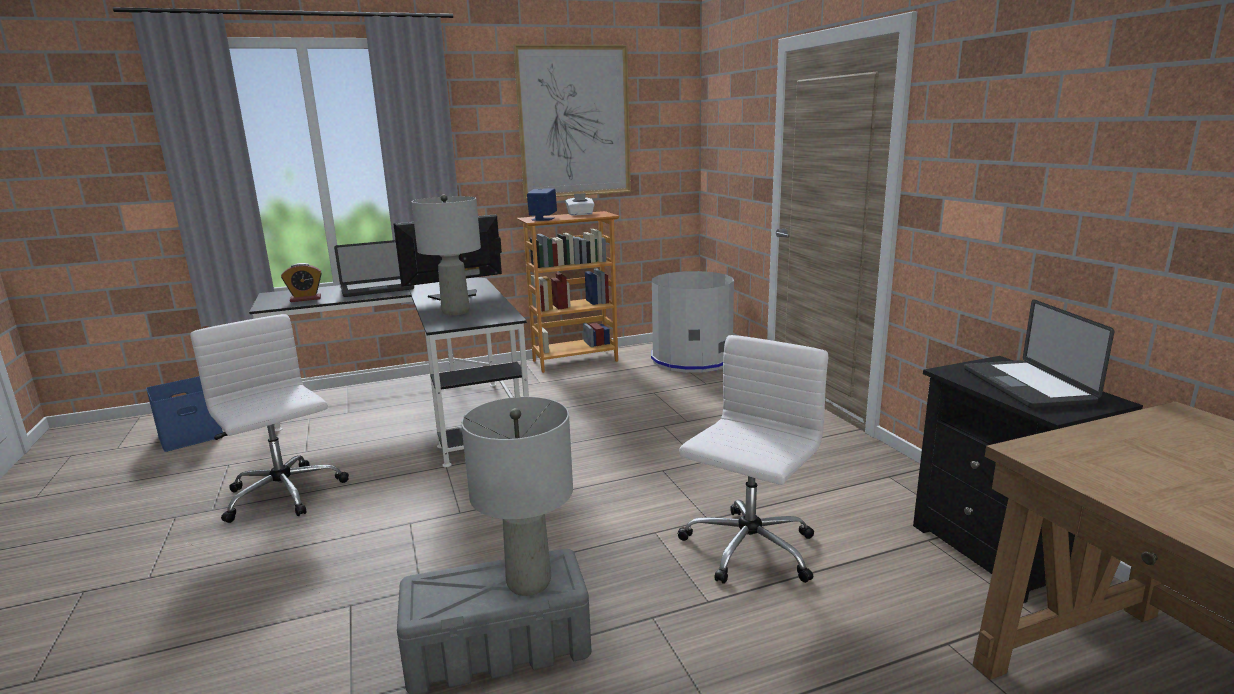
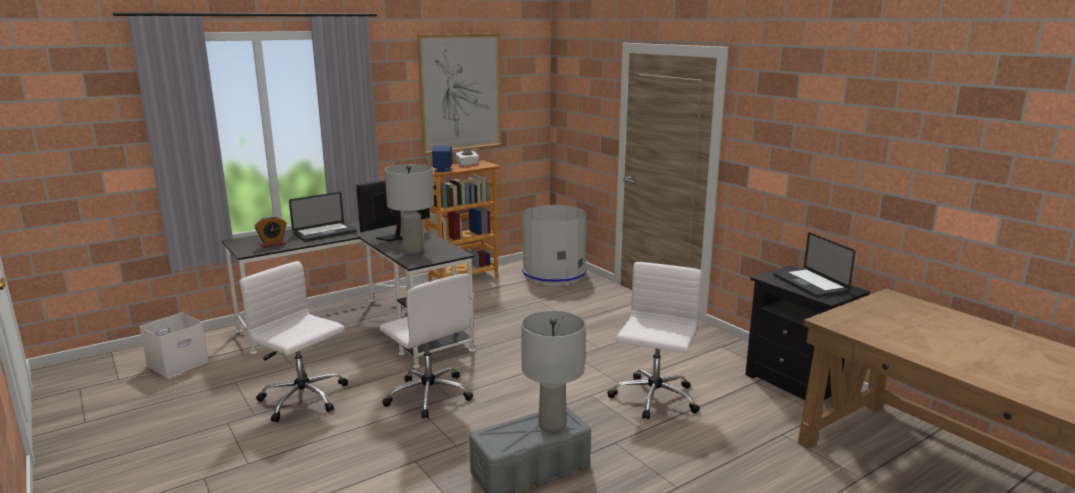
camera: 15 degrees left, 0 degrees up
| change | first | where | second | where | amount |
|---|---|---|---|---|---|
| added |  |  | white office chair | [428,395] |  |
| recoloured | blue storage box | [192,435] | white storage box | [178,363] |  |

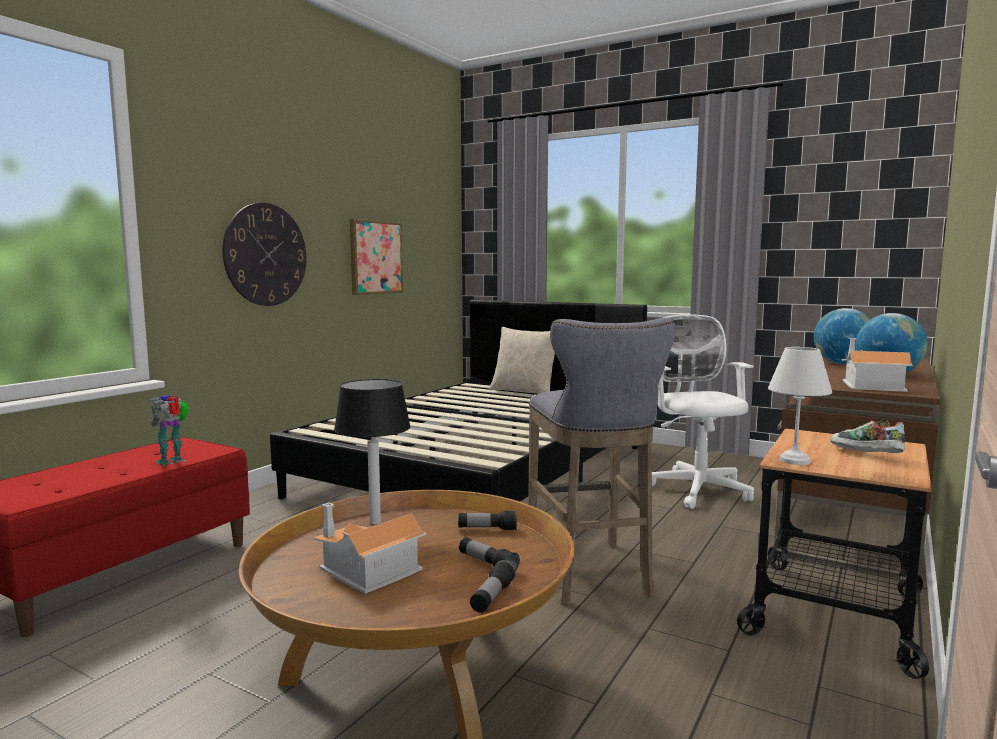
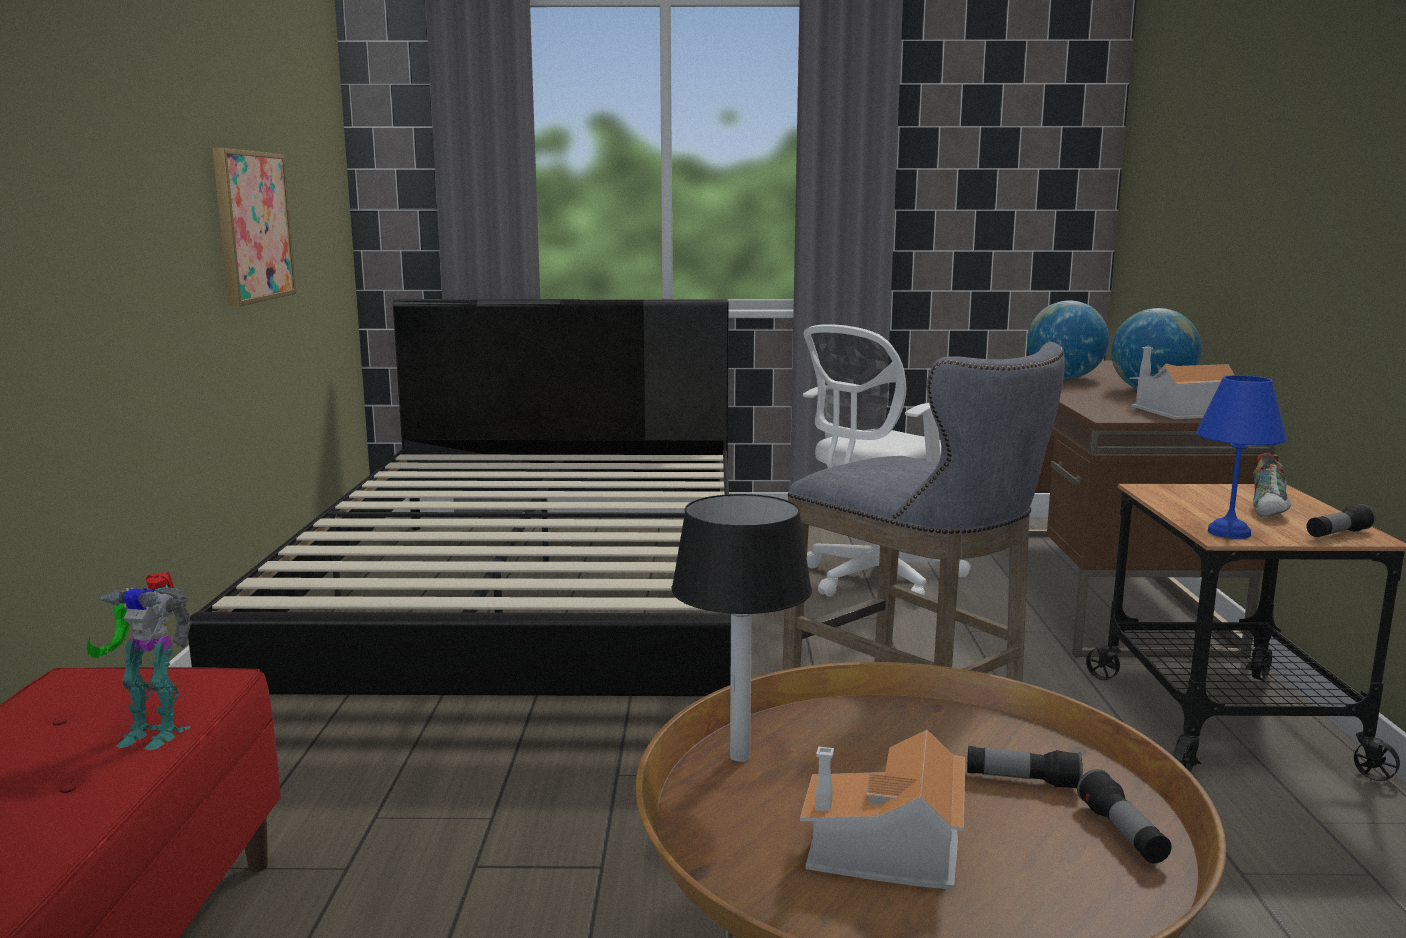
camera: 30 degrees left, 5 degrees up
| change | first | where | second | where | amount |
|---|---|---|---|---|---|
| removed | wall clock | [265,254] |  |  |  |
| removed | beige pillow | [524,392] |  |  |  |
| moved | flashlight | [487,529] |  | [1337,534] |  |
| recoloured | white table lamp | [793,460] | blue table lamp | [1227,533] |  |
| turned | toy robot | [173,462] |  | [154,732] | 90 degrees counterclockwise |
| turned | white office chair | [697,488] |  | [875,579] | 90 degrees counterclockwise |
| turned | shoe | [865,454] |  | [1270,510] | 90 degrees counterclockwise |

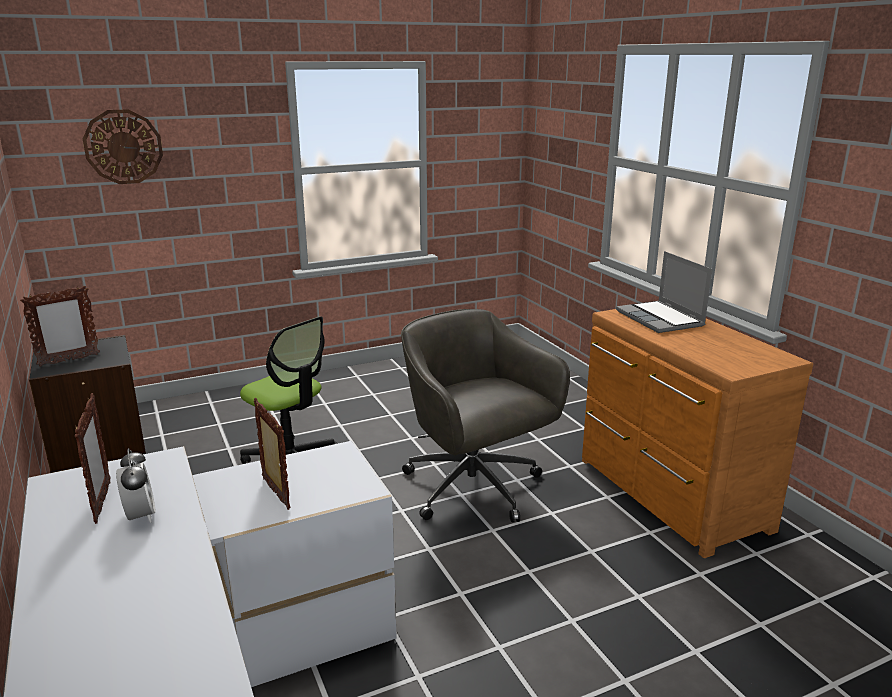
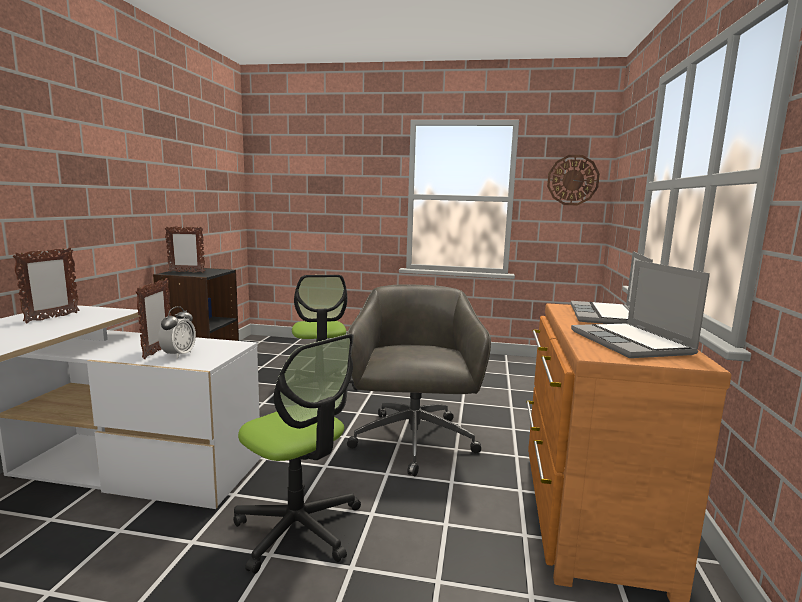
camera: 35 degrees right, 10 degrees down
| change | first | where | second | where | amount |
|---|---|---|---|---|---|
| added |  |  | office chair | [298,528] |  |
| added |  |  | laptop | [632,343] |  |
| moved | wall clock | [123,147] |  | [572,180] |  |
| moved | alarm clock | [140,516] |  | [178,355] |  |

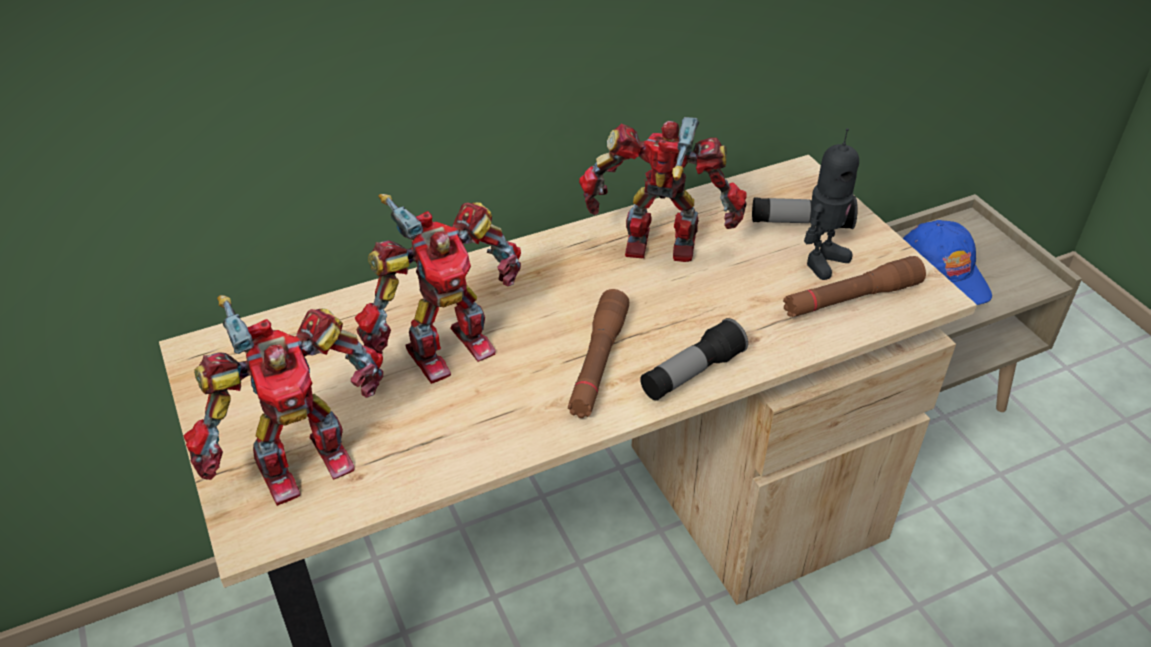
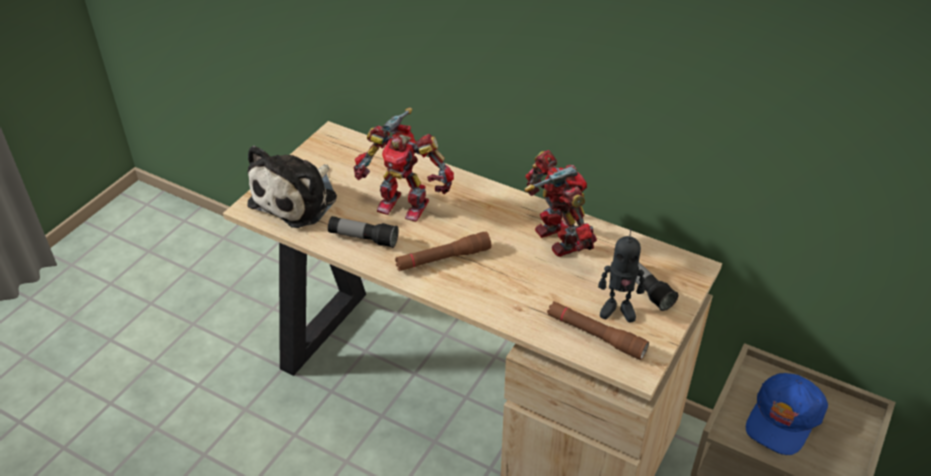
camera: 55 degrees right, 0 degrees up
| change | first | where | second | where | amount |
|---|---|---|---|---|---|
| moved | flashlight | [691,373] |  | [363,238] |  |
| replaced | toy robot | [301,461] | plush toy | [297,199] |  |

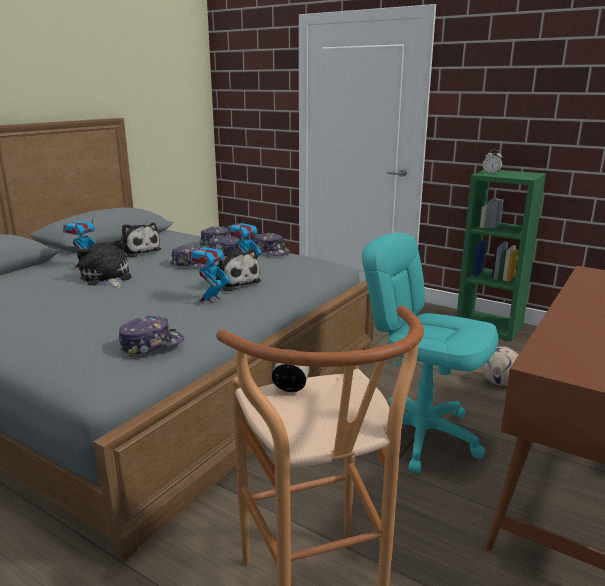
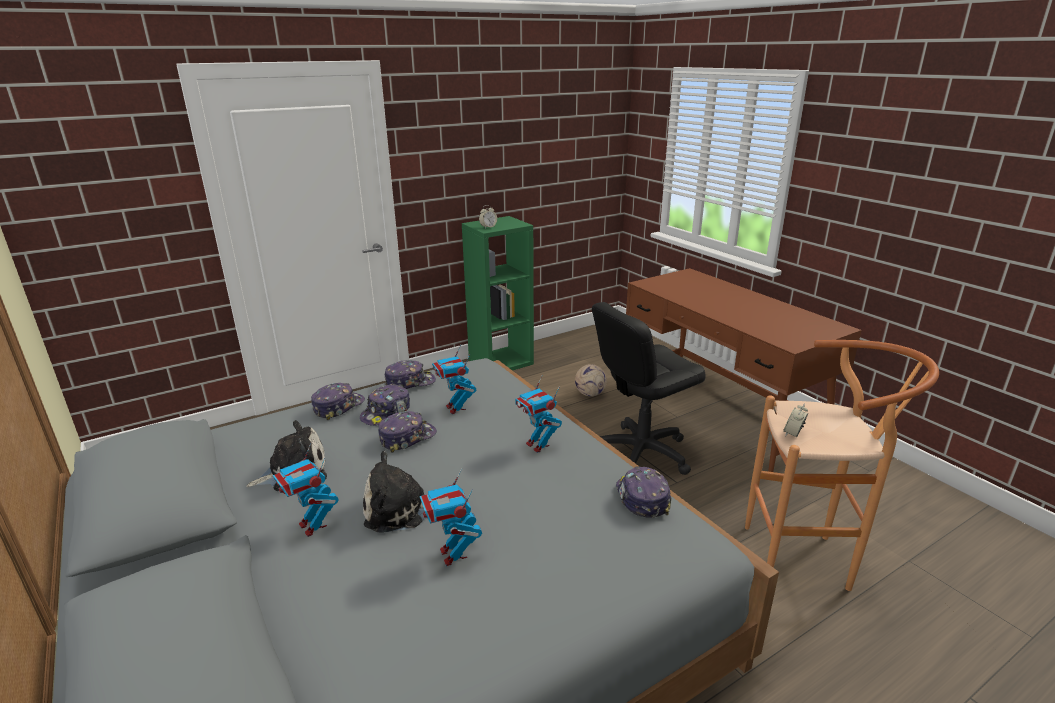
camera: 65 degrees left, 5 degrees up
| change | first | where | second | where | amount |
|---|---|---|---|---|---|
| removed | plush toy | [233,282] |  |  |  |
| added |  |  | toy robot | [453,554] |  |
| recoloured | turquoise office chair | [421,435] | black office chair | [641,453] |  |

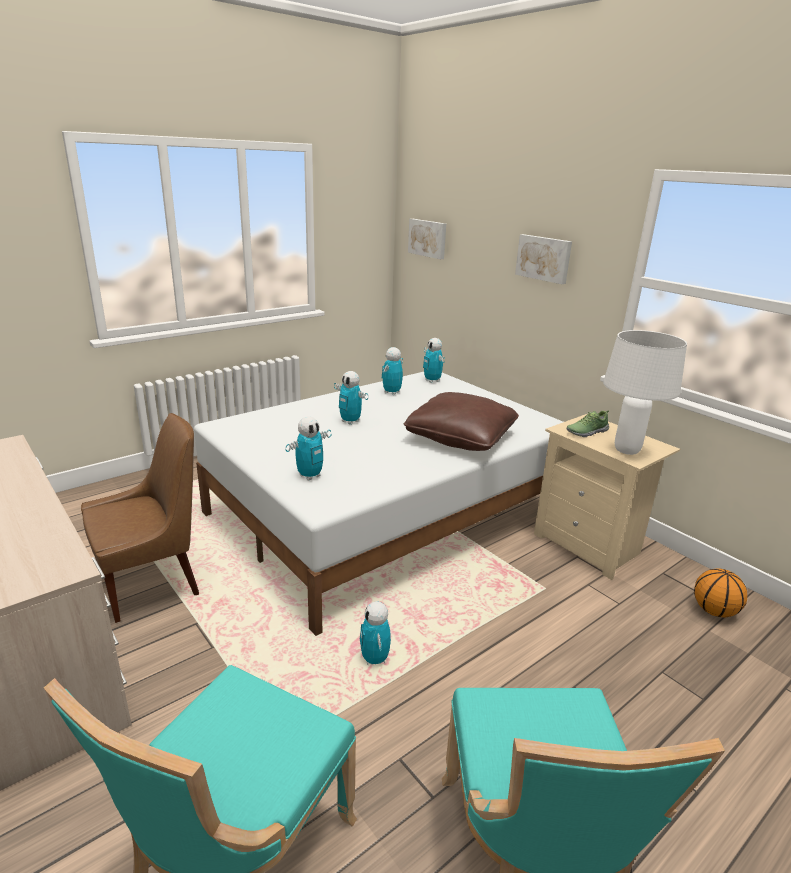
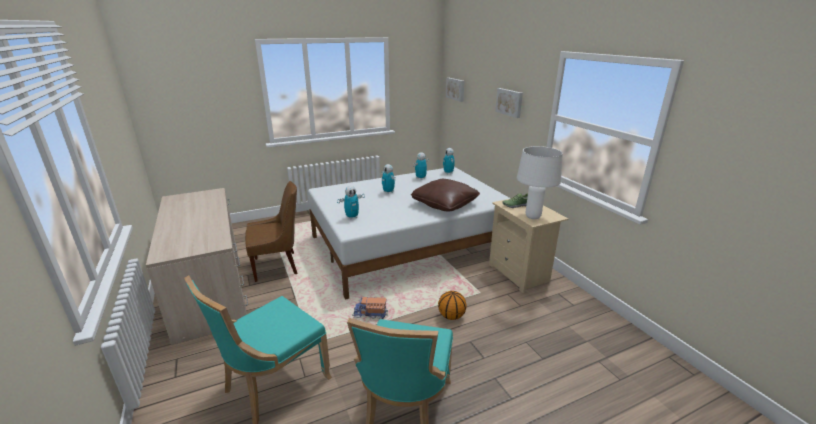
camera: 15 degrees right, 0 degrees up
| change | first | where | second | where | amount |
|---|---|---|---|---|---|
| moved | basketball | [714,610] |  | [451,316] |  |
| replaced | toy robot | [374,659] | toy truck | [370,314] |  |

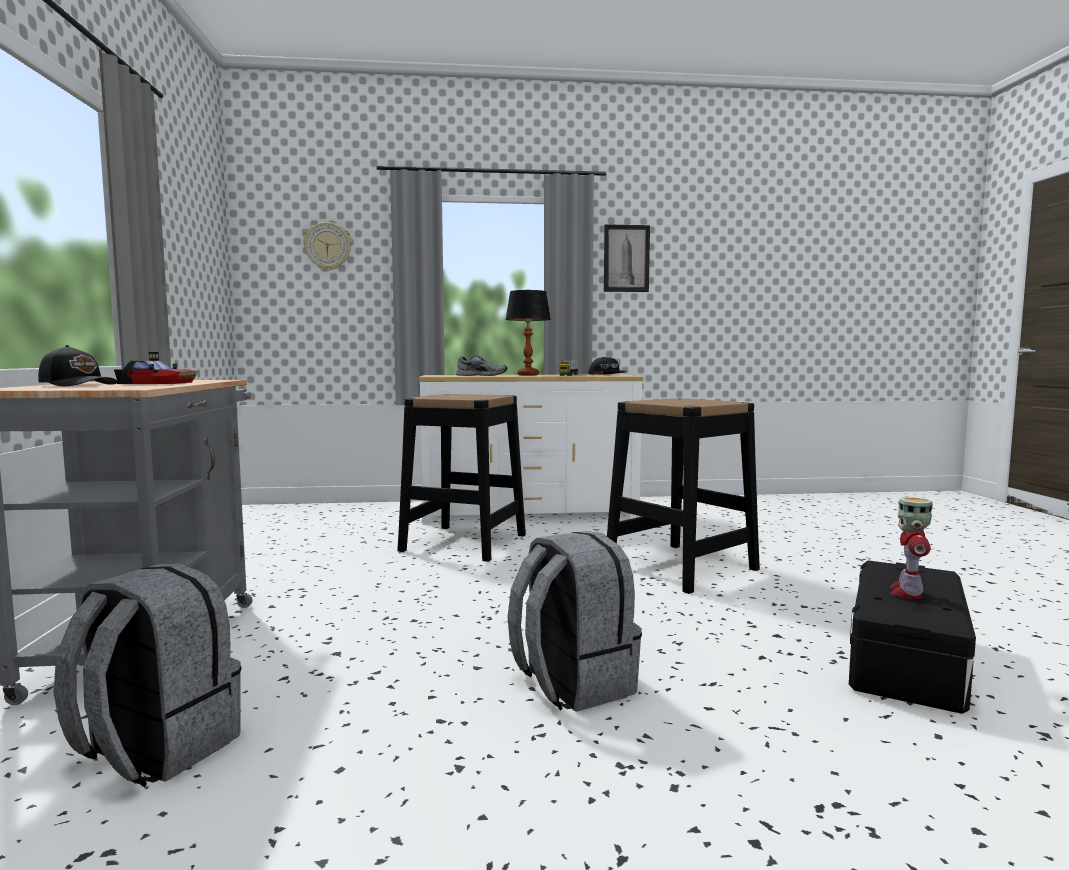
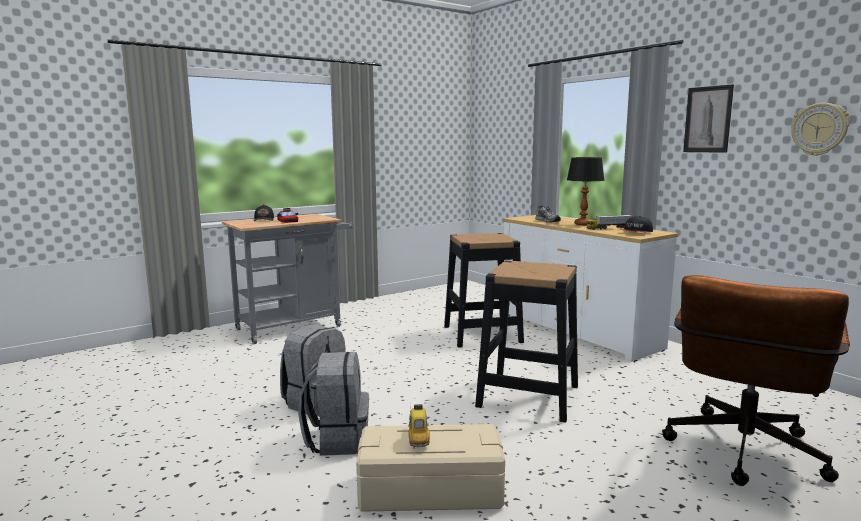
camera: 60 degrees right, 5 degrees up
| change | first | where | second | where | amount |
|---|---|---|---|---|---|
| added |  |  | brown office chair | [742,455] |  |
| moved | grey backpack | [154,750] |  | [337,440] |  |
| moved | wall clock | [328,246] |  | [819,129] |  |
| replaced | toy robot | [907,592] | toy car | [418,437] |  |
| recoloured | black storage box | [908,662] | beige storage box | [429,491] |  |

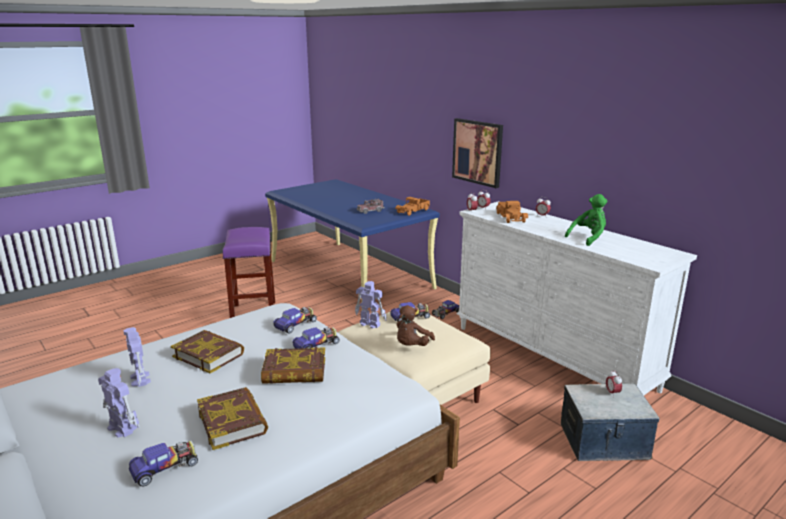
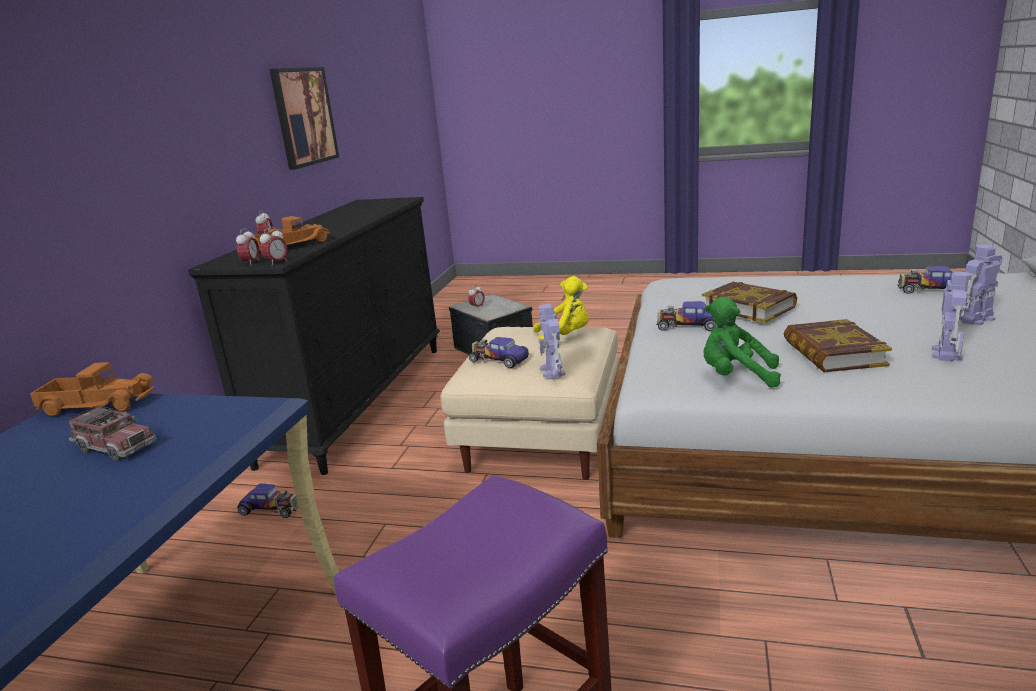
camera: 125 degrees left, 0 degrees up
| change | first | where | second | where | amount |
|---|---|---|---|---|---|
| removed | book | [233,422] |  |  |  |
| removed | toy car | [295,324] |  |  |  |
| moved | picture | [477,152] |  | [304,117] |  |
| moved | green plush toy | [588,238] |  | [736,377] |  |
| recoloured | brown plush toy | [412,346] | yellow plush toy | [565,337] |  |
| recoloured | white dresser | [552,357] | black dresser | [359,400] |  |
| turned | toy robot | [121,428] |  | [975,319] | 60 degrees clockwise |

